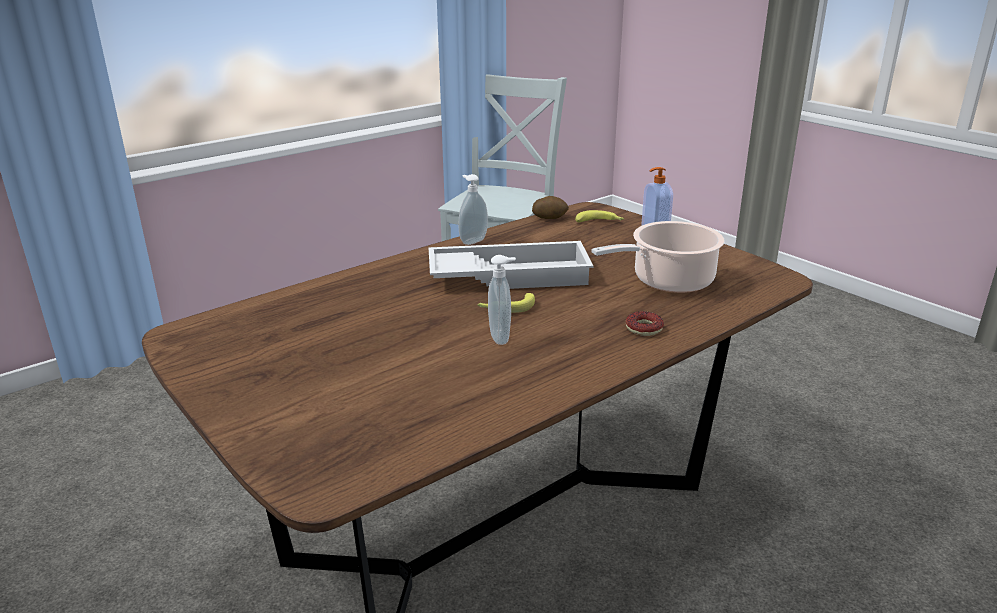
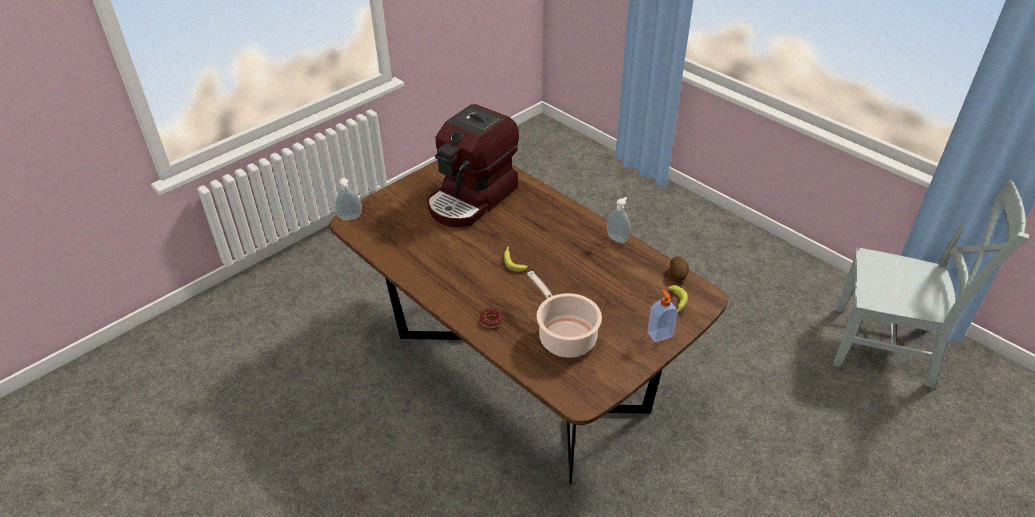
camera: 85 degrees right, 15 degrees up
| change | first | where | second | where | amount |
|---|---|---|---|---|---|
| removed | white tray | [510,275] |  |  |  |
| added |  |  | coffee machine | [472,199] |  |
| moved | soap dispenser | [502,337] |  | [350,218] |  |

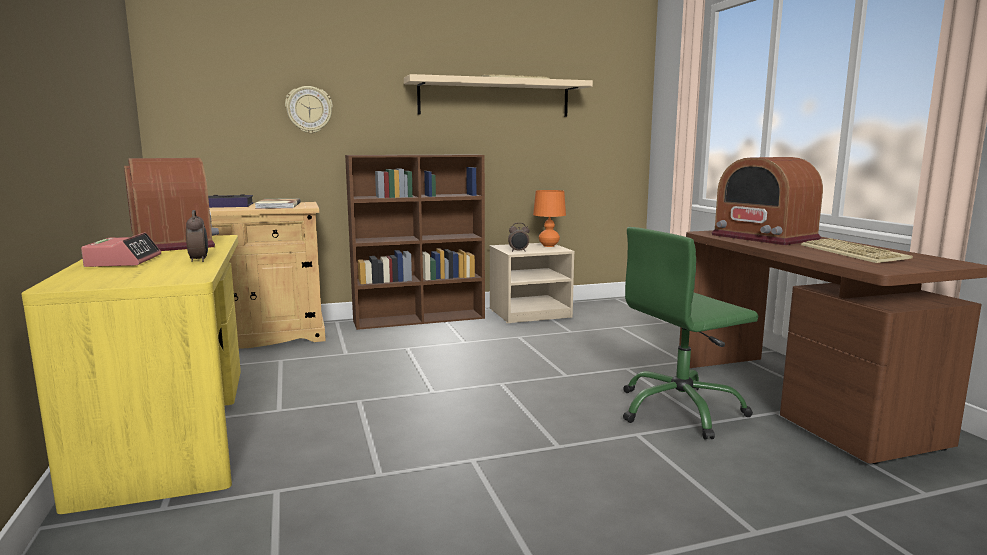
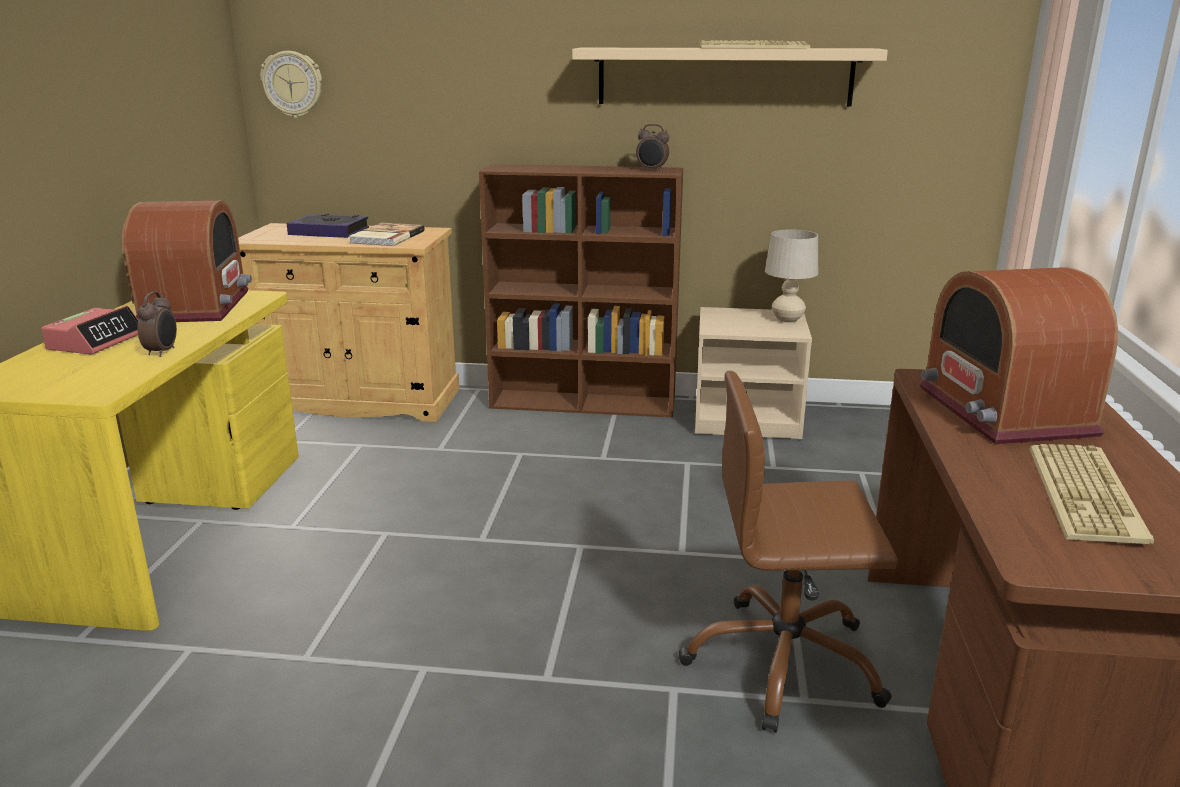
camera: 25 degrees right, 10 degrees up
| change | first | where | second | where | amount |
|---|---|---|---|---|---|
| moved | wall clock | [309,110] |  | [292,84] |  |
| moved | alarm clock | [518,251] |  | [652,170] |  |
| recoloured | orange table lamp | [548,246] | beige table lamp | [787,320] |  |
| recoloured | green office chair | [680,410] | brown office chair | [784,663] |  |

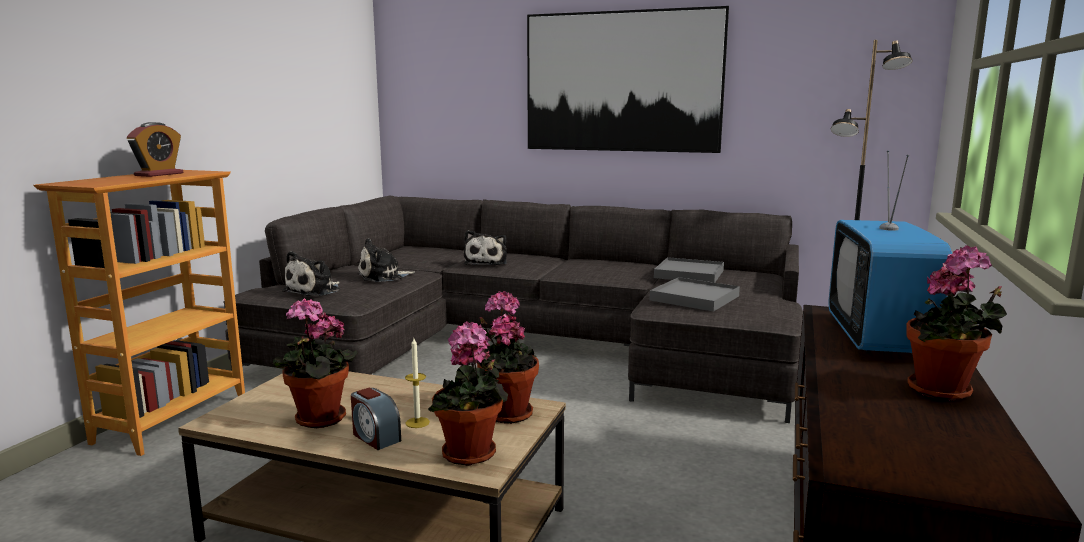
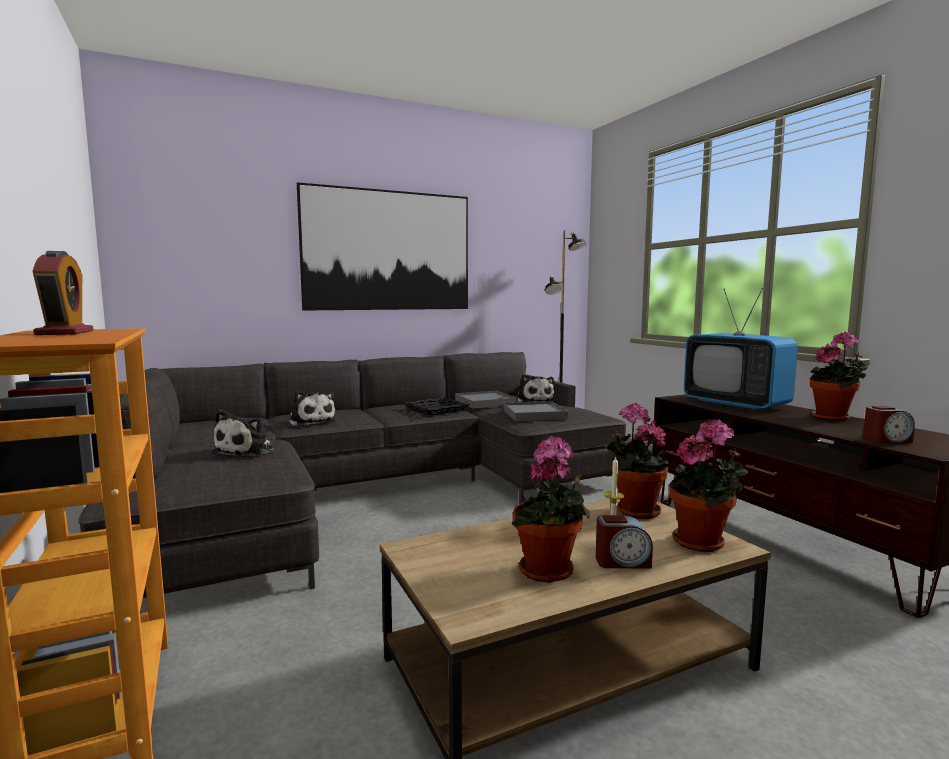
camera: 45 degrees left, 5 degrees down
| change | first | where | second | where | amount |
|---|---|---|---|---|---|
| added |  |  | black tray | [436,410] |  |
| added |  |  | alarm clock | [886,441] |  |
| moved | plush toy | [315,290] |  | [534,401] |  |

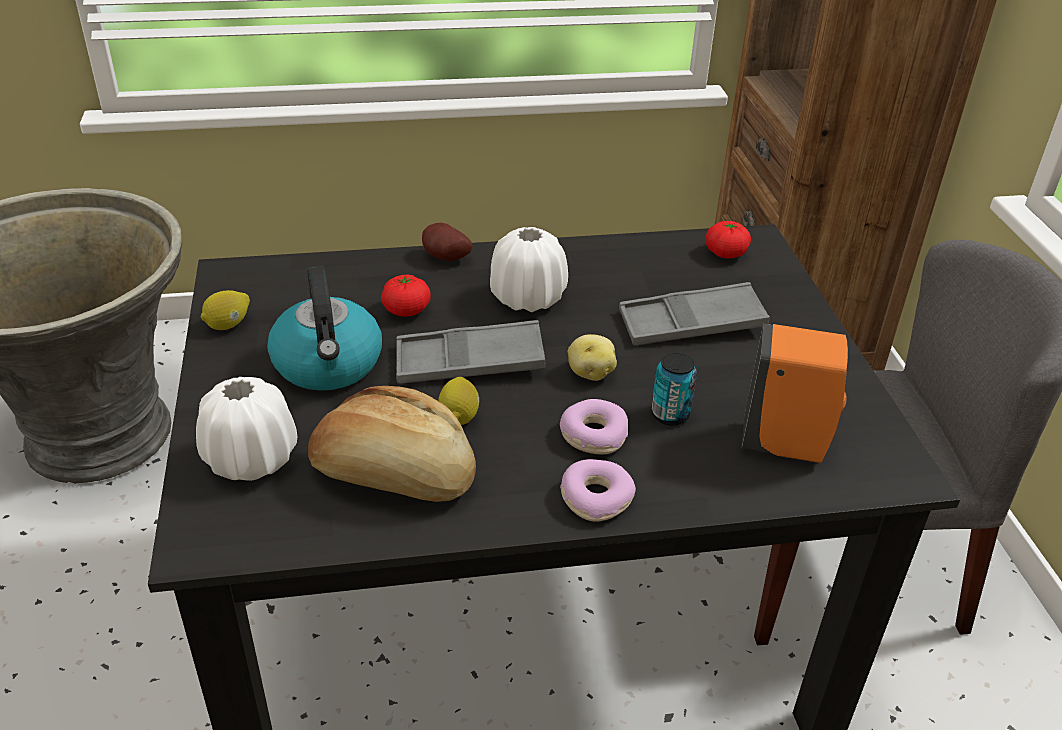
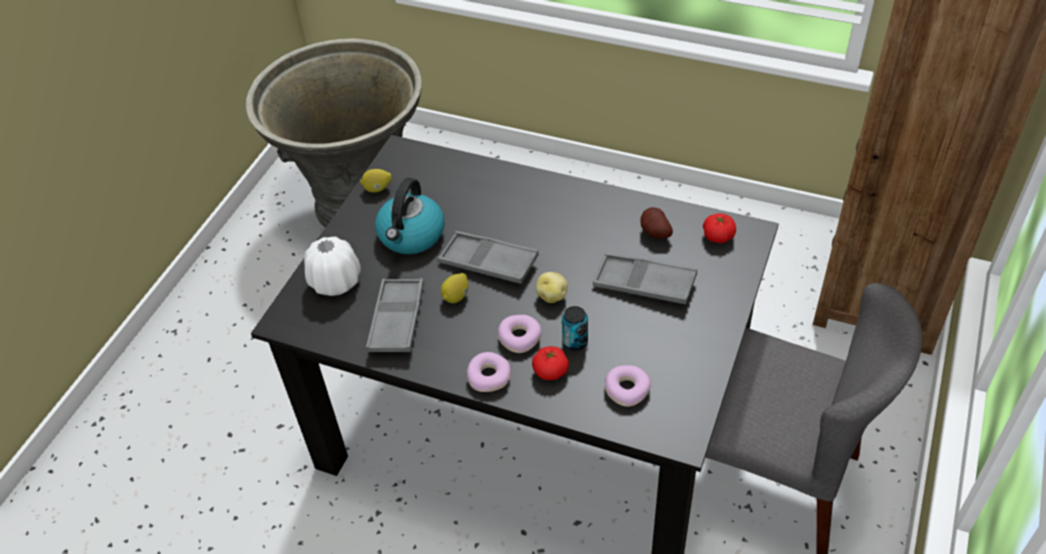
camera: 35 degrees right, 10 degrees up
| change | first | where | second | where | amount |
|---|---|---|---|---|---|
| removed | white vase | [528,298] |  |  |  |
| moved | tomato | [406,310] |  | [550,371] |  |
| moved | potato | [444,258] |  | [654,233] |  |
| replaced | bread | [394,475] | grey tray | [397,320] |  |
| replaced | orange soap dispenser | [786,445] | donut | [626,389] |  |

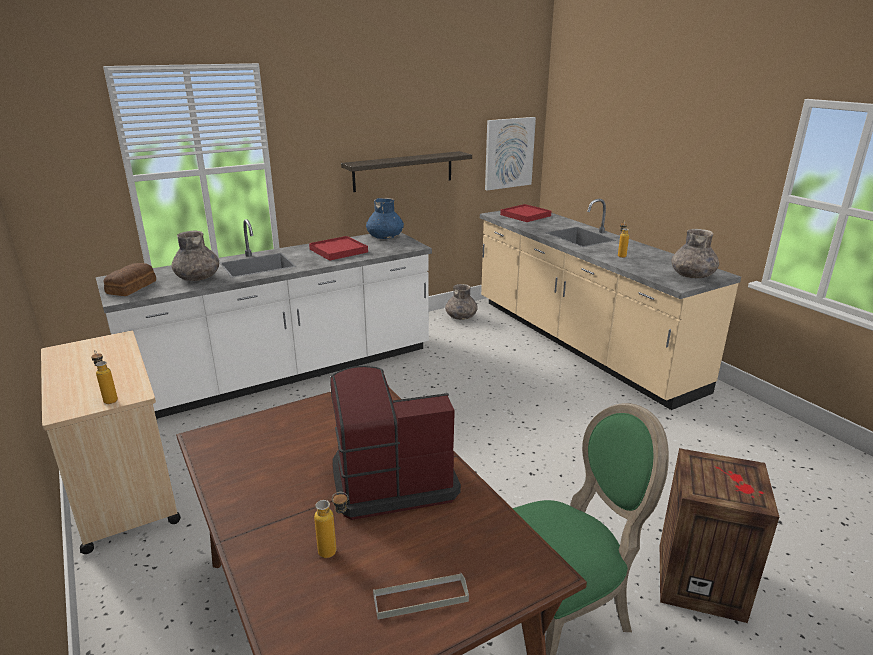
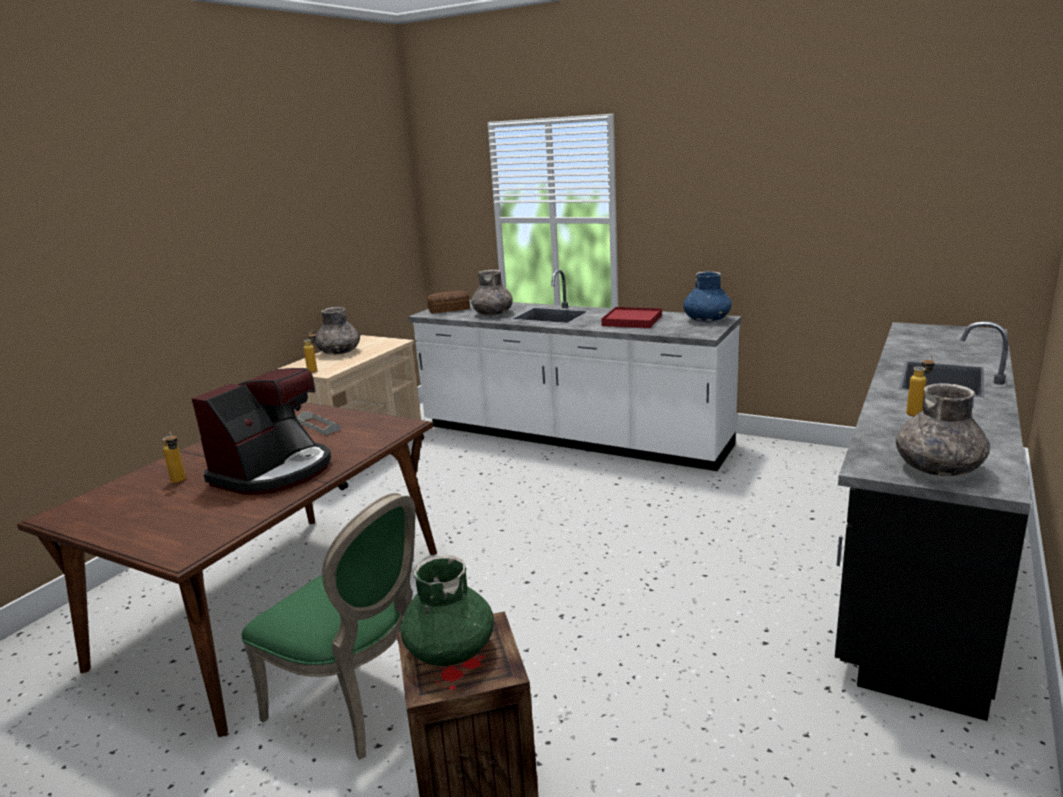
camera: 60 degrees right, 5 degrees down
| change | first | where | second | where | amount |
|---|---|---|---|---|---|
| removed | shelf | [403,171] |  |  |  |
| removed | picture | [509,153] |  |  |  |
| removed | red tray | [525,215] |  |  |  |
| added |  |  | green vase | [450,649] |  |
| moved | grey tray | [420,598] |  | [318,426] |  |
| moved | grey vase | [461,317] |  | [339,352] |  |
| recoloured | beige counter | [579,343] | black counter | [919,555] |  |
| turned | coffee machine | [391,480] |  | [274,472] | 75 degrees clockwise |

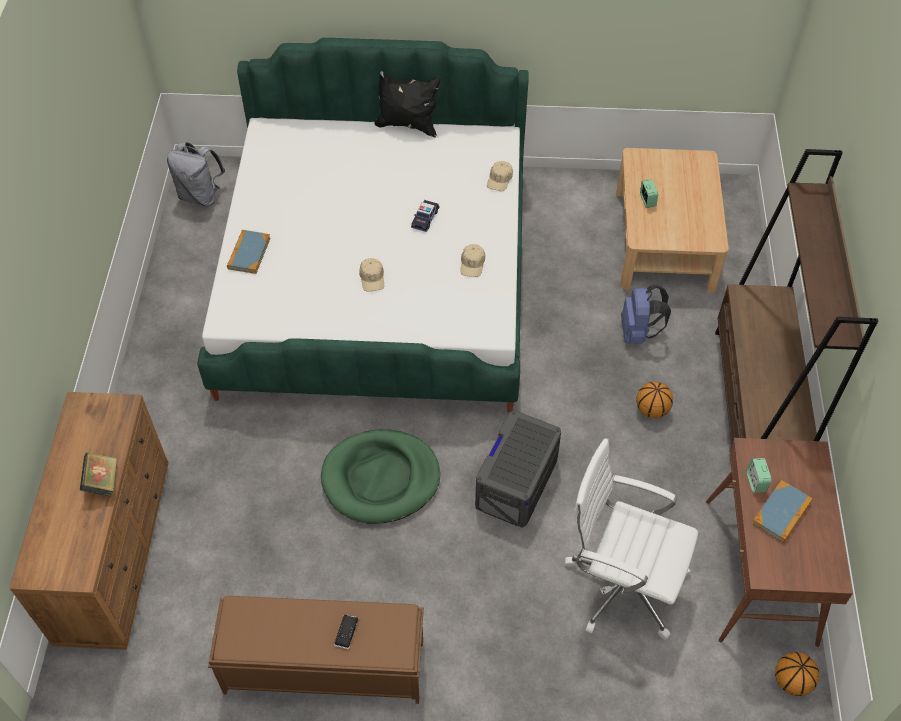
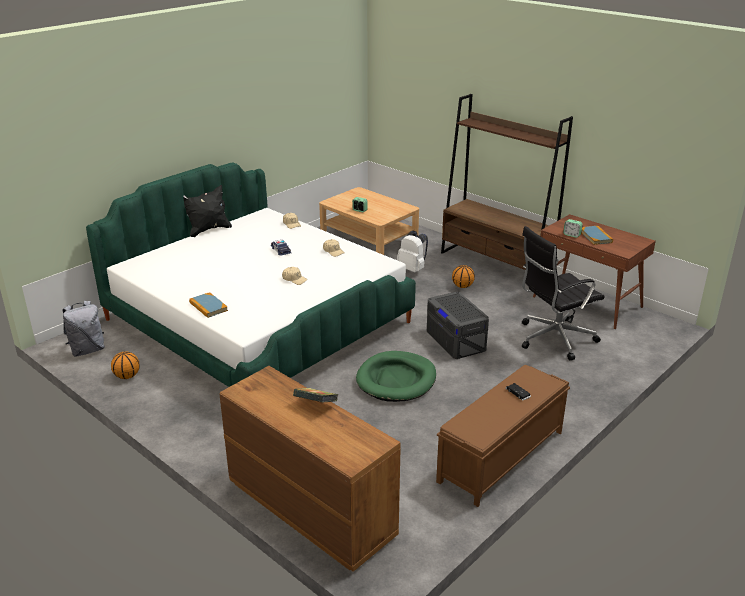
camera: 50 degrees left, 25 degrees down
| change | first | where | second | where | amount |
|---|---|---|---|---|---|
| moved | basketball | [792,681] |  | [127,376] |  |
| recoloured | white office chair | [621,583] | black office chair | [553,339] |  |
| recoloured | blue backpack | [638,332] | white backpack | [412,269] |  |

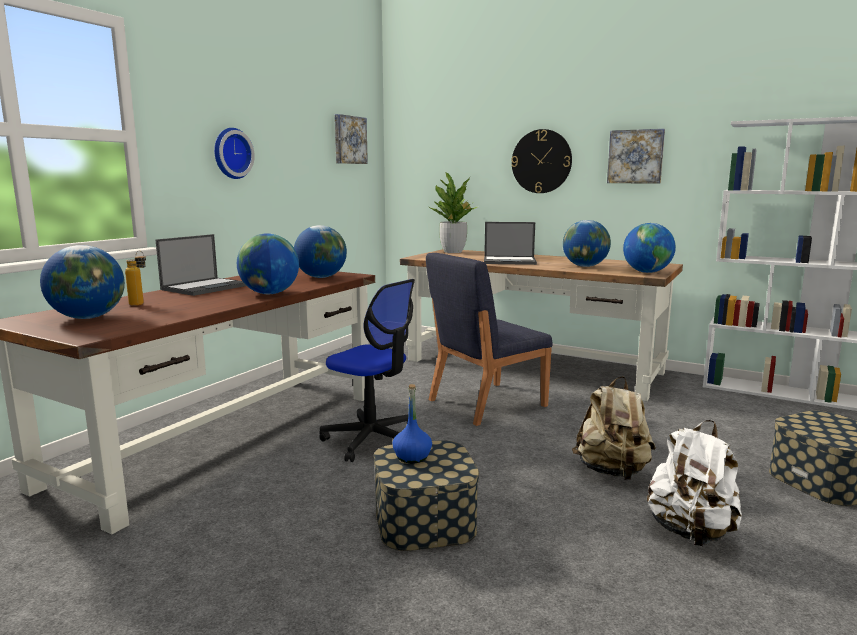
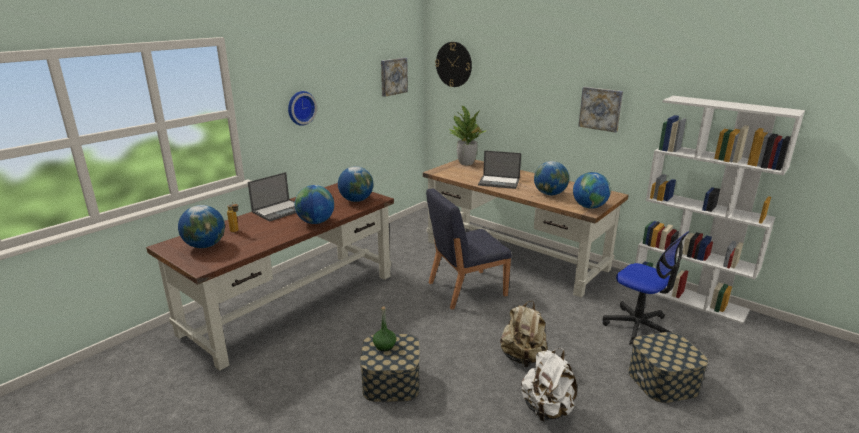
camera: 10 degrees right, 10 degrees up
| change | first | where | second | where | amount |
|---|---|---|---|---|---|
| moved | office chair | [372,439] |  | [638,327] |  |
| moved | wall clock | [541,161] |  | [454,64] |  |
| recoloured | blue bottle | [412,457] | green bottle | [384,346] |  |

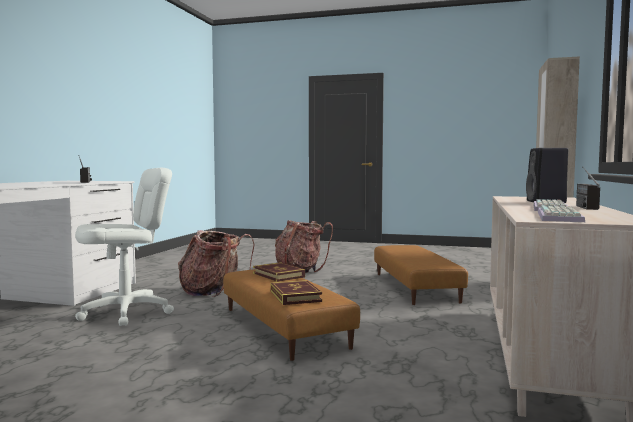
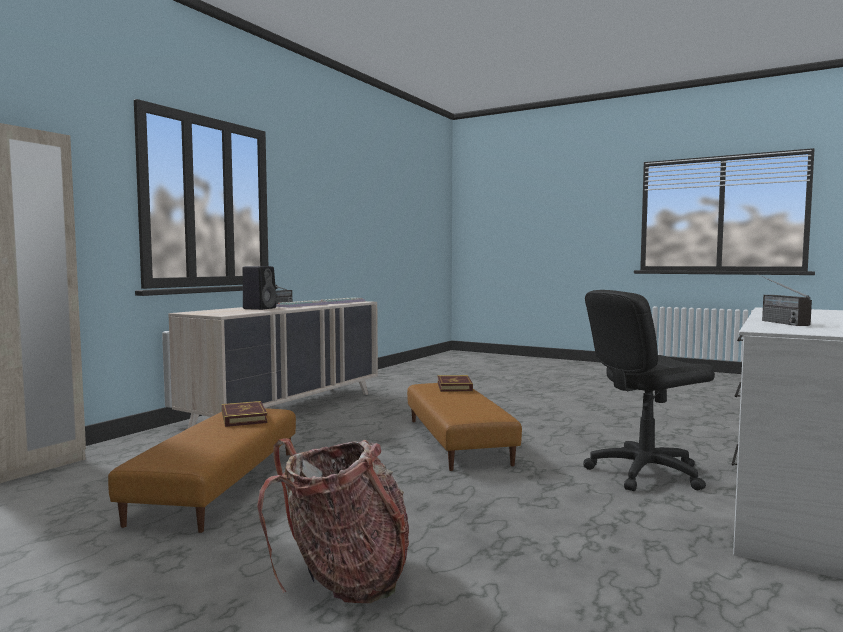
camera: 165 degrees left, 0 degrees up
| change | first | where | second | where | amount |
|---|---|---|---|---|---|
| removed | backpack | [213,291] |  |  |  |
| moved | book | [278,275] |  | [244,417] |  |
| recoloured | white office chair | [126,313] | black office chair | [644,473] |  |

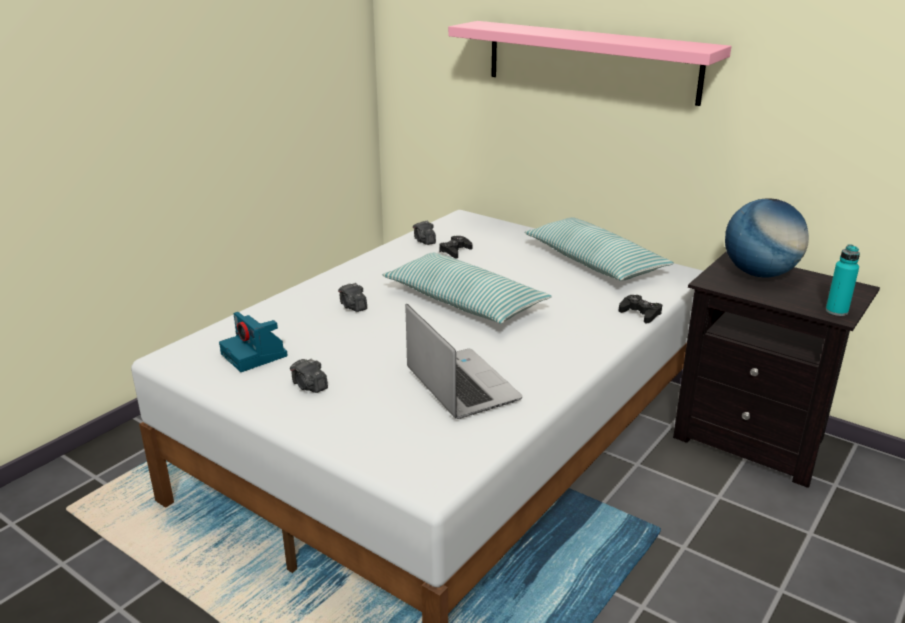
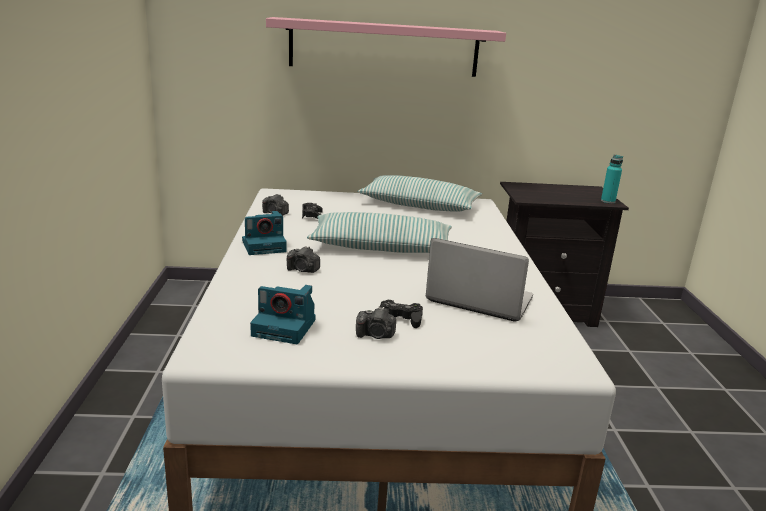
camera: 40 degrees left, 5 degrees down
| change | first | where | second | where | amount |
|---|---|---|---|---|---|
| removed | globe | [759,274] |  |  |  |
| added |  |  | photo camera | [265,246] |  |
| moved | black game controller | [640,313] |  | [400,319] |  |

